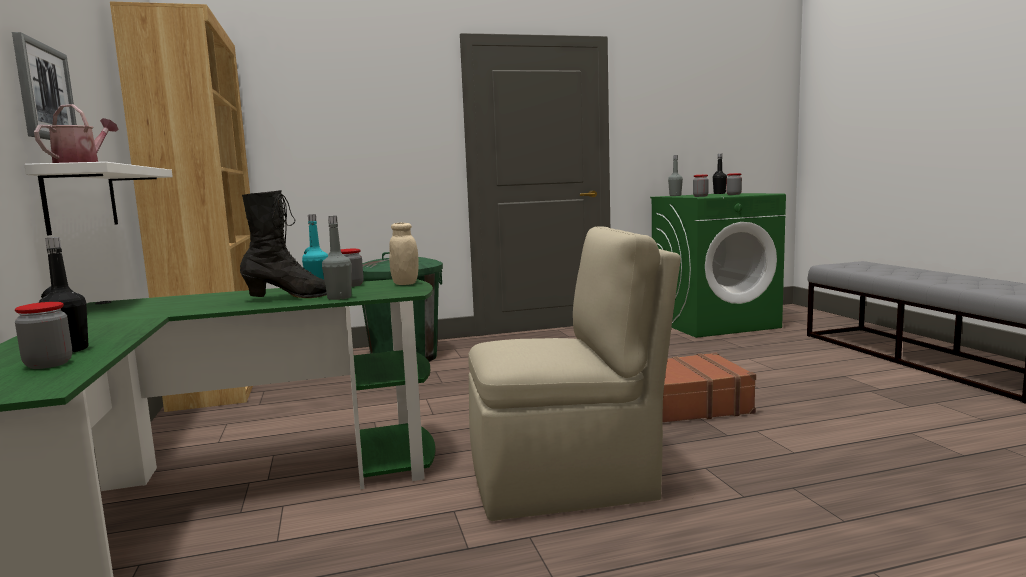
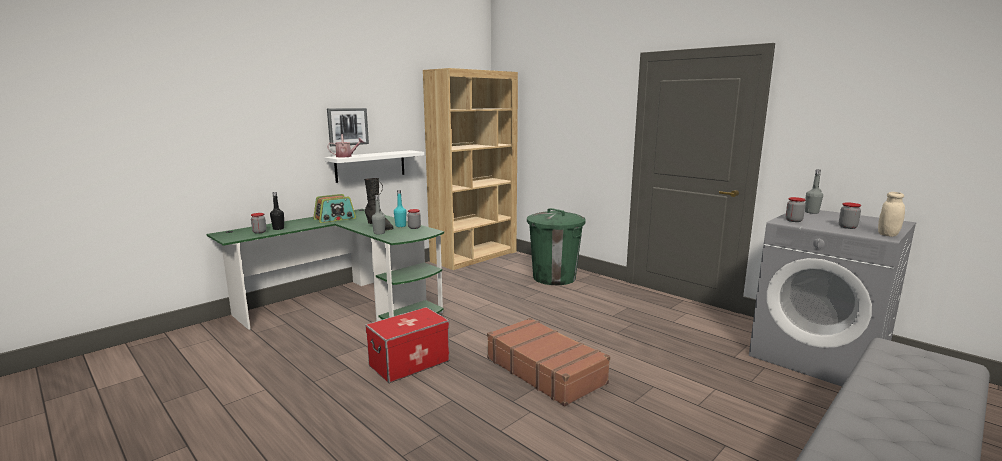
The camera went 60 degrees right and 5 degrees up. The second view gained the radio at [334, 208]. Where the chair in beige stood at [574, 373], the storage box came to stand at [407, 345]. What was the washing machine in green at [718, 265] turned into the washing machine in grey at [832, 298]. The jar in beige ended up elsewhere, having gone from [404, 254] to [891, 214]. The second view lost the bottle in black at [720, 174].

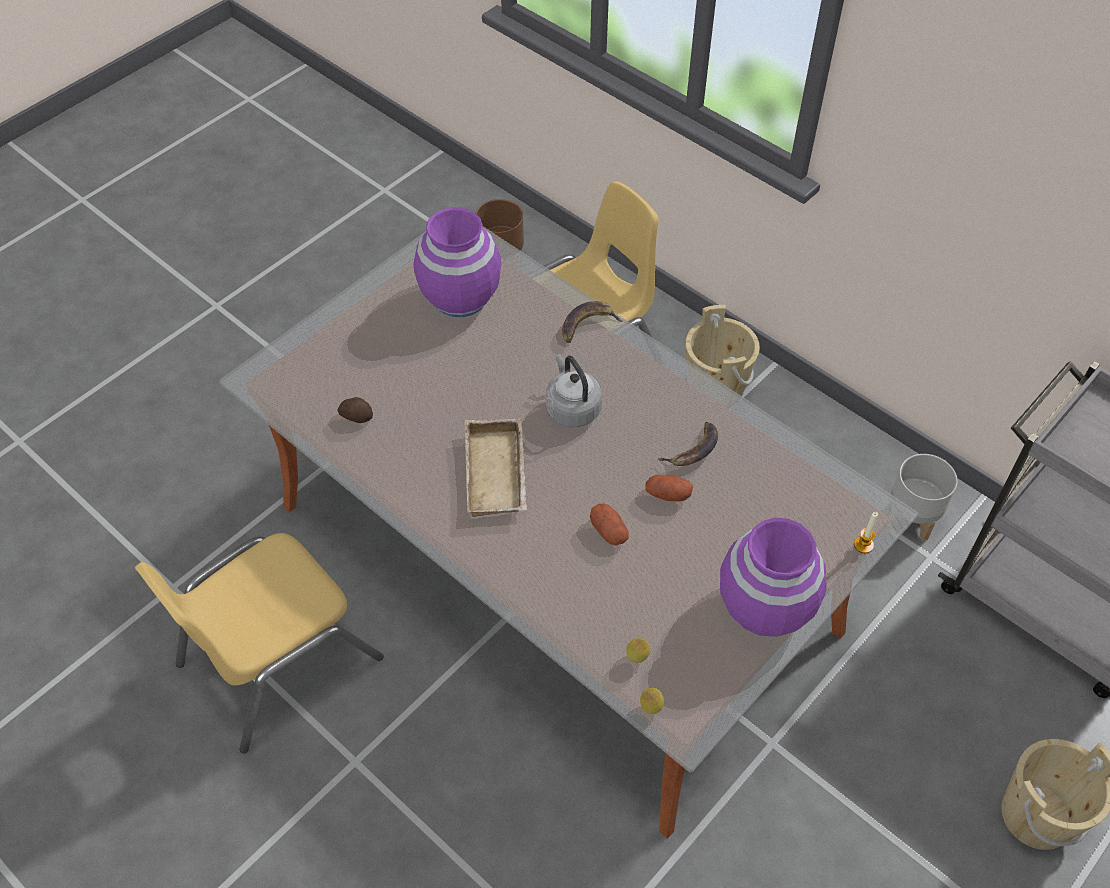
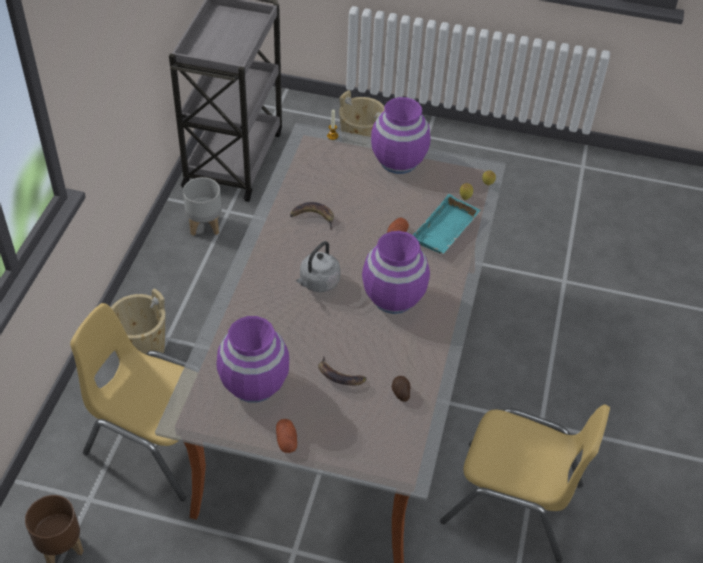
The camera went 120 degrees left and 5 degrees down. The potato ended up elsewhere, having gone from [669, 488] to [286, 436]. The banana ended up elsewhere, having gone from [592, 322] to [342, 370]. Where the tray in beige stood at [495, 467], the vase in purple came to stand at [396, 272]. The second view gained the tray in turquoise at [446, 224].

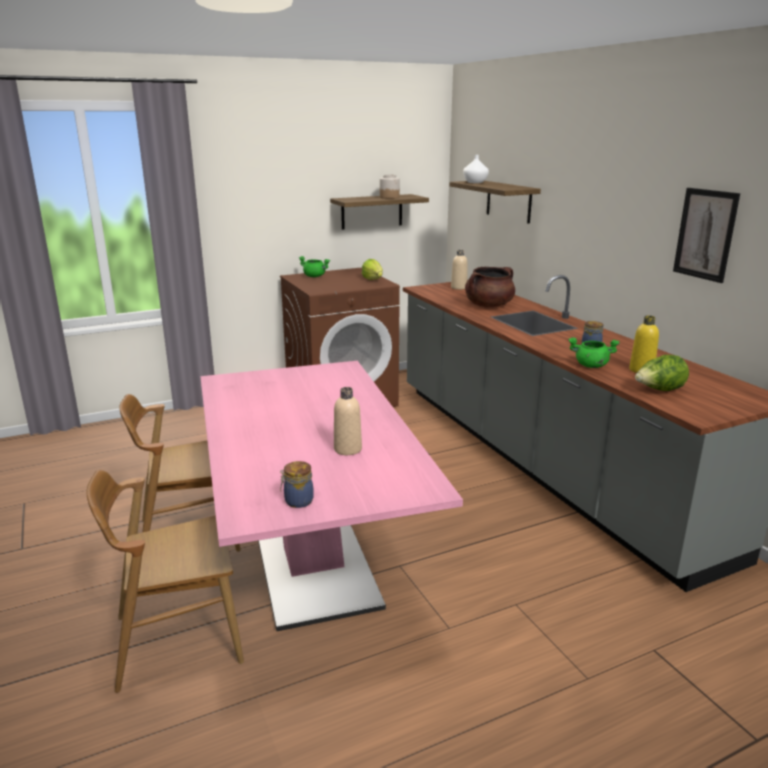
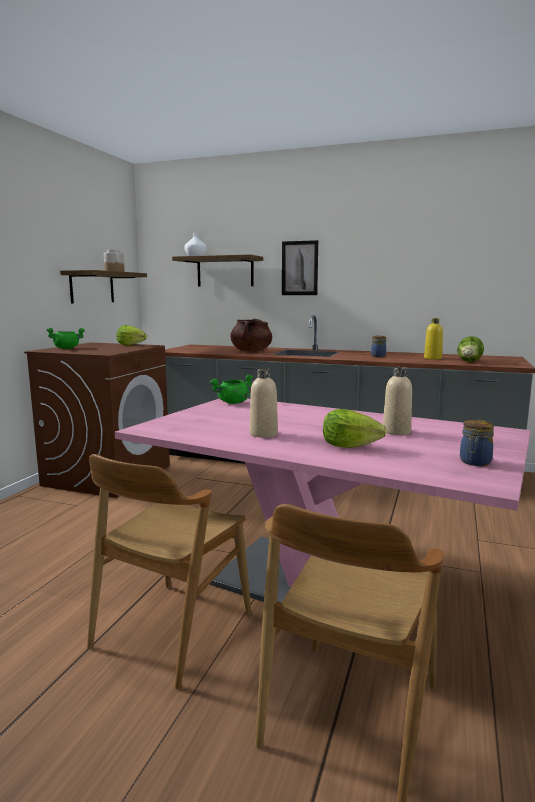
The camera went 45 degrees left and 10 degrees down. The cooking pot in green ended up elsewhere, having gone from [593, 352] to [231, 389]. The bottle in beige ended up elsewhere, having gone from [459, 270] to [264, 403]. The picture ended up elsewhere, having gone from [706, 235] to [300, 267]. The second view gained the lettuce at [355, 428].

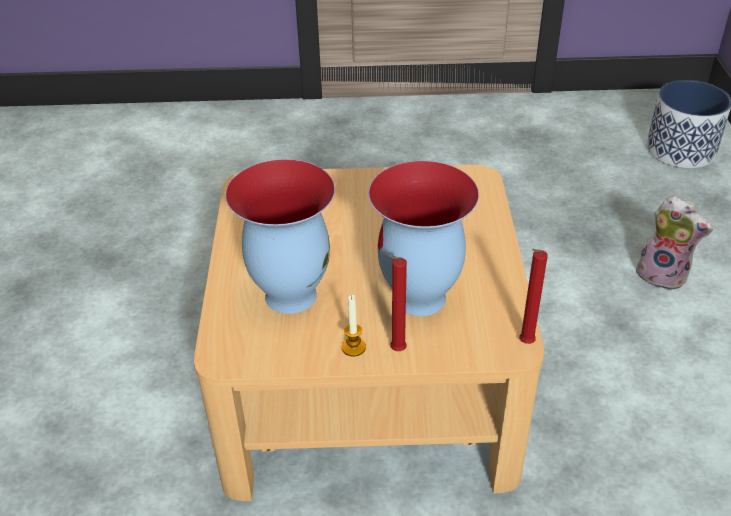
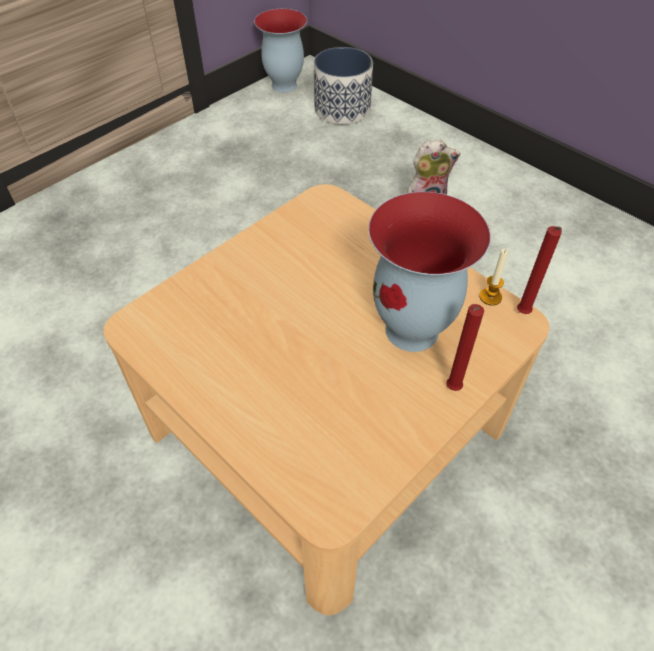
The camera went 45 degrees left and 10 degrees up. The vase ended up elsewhere, having gone from [280, 236] to [280, 51]. The candle ended up elsewhere, having gone from [354, 325] to [493, 277].

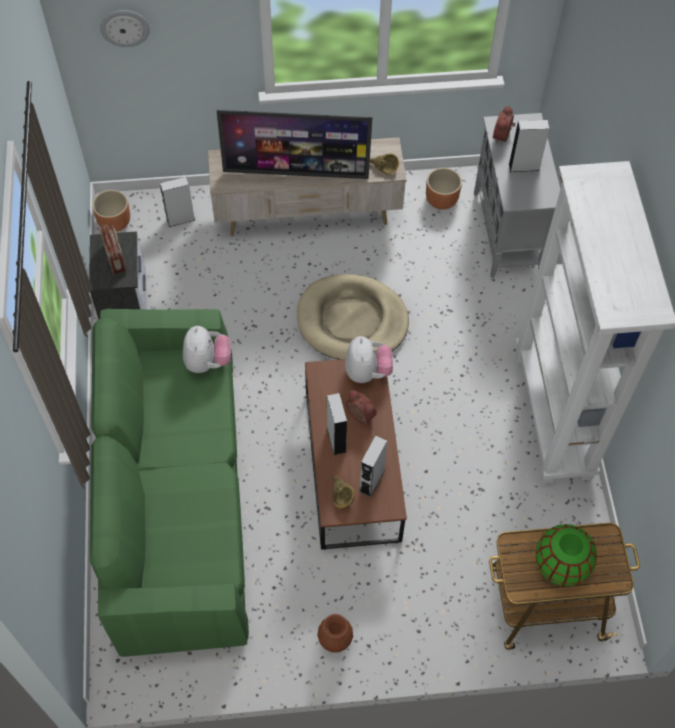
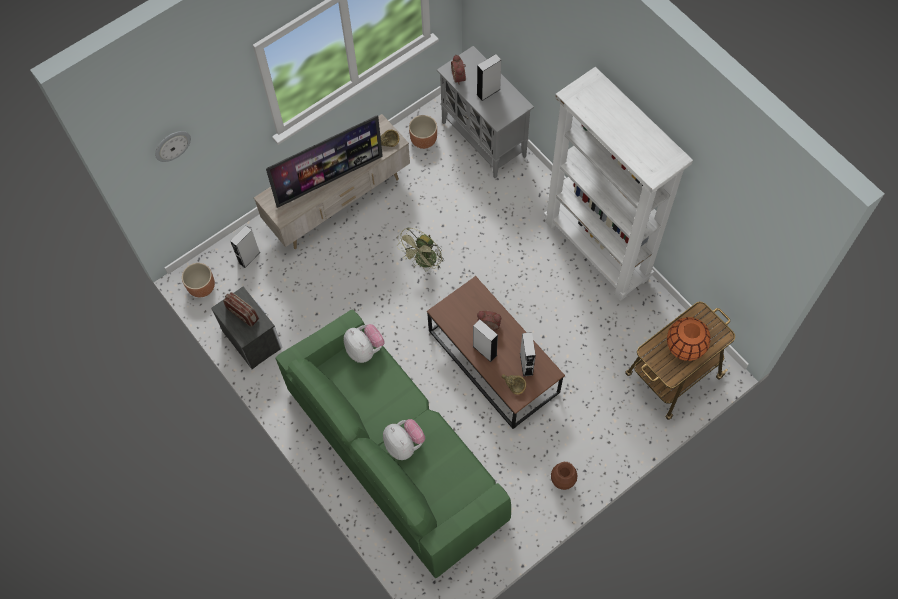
The camera went 30 degrees left and 5 degrees up. The plush toy ended up elsewhere, having gone from [369, 359] to [404, 439]. Where the dog bed in beige stood at [353, 317], the fan in green came to stand at [420, 249]. What was the vase in green at [566, 555] turned into the vase in orange at [689, 339].

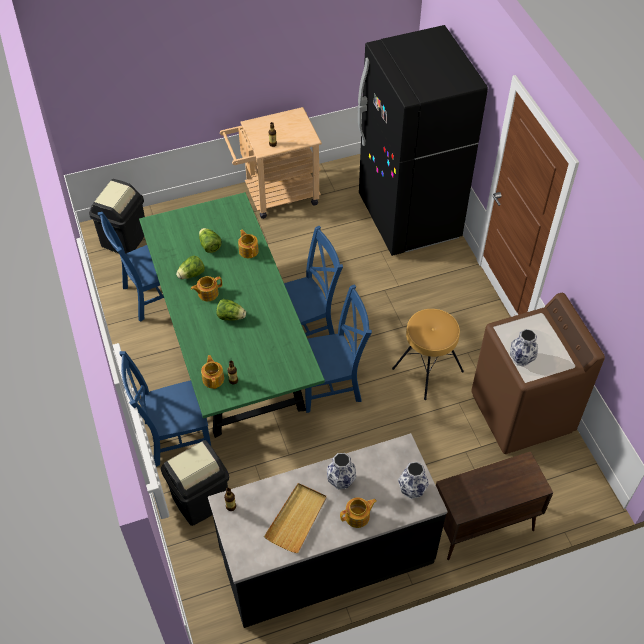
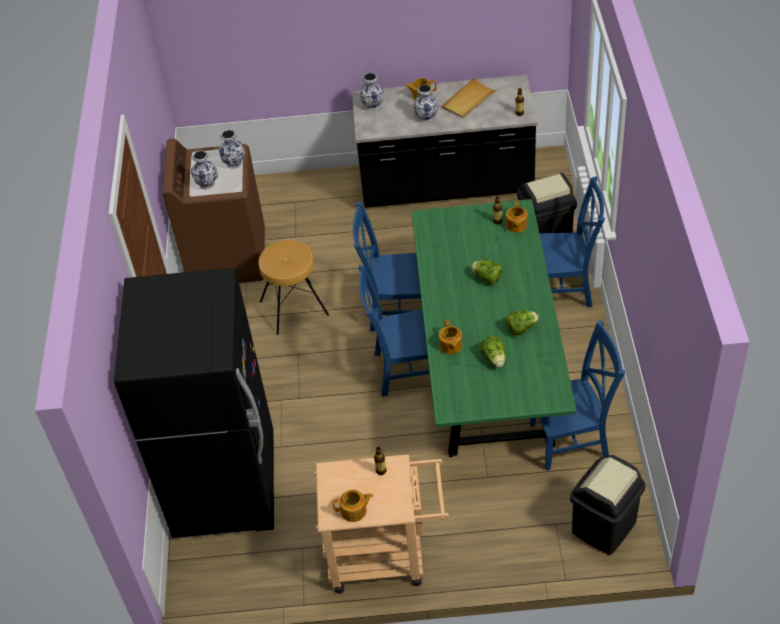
The camera went 160 degrees left and 5 degrees down. The second view gained the vase at [204, 170]. The teapot ended up elsewhere, having gone from [206, 288] to [352, 506]. The second view lost the cabinet in brown at [494, 505].

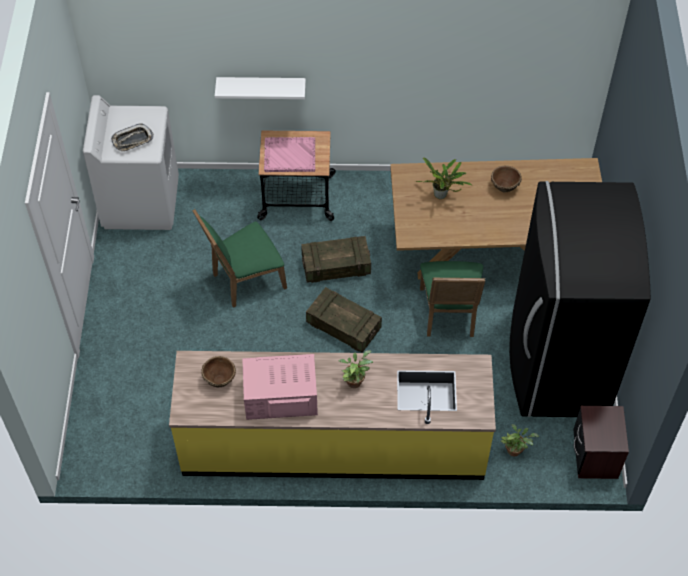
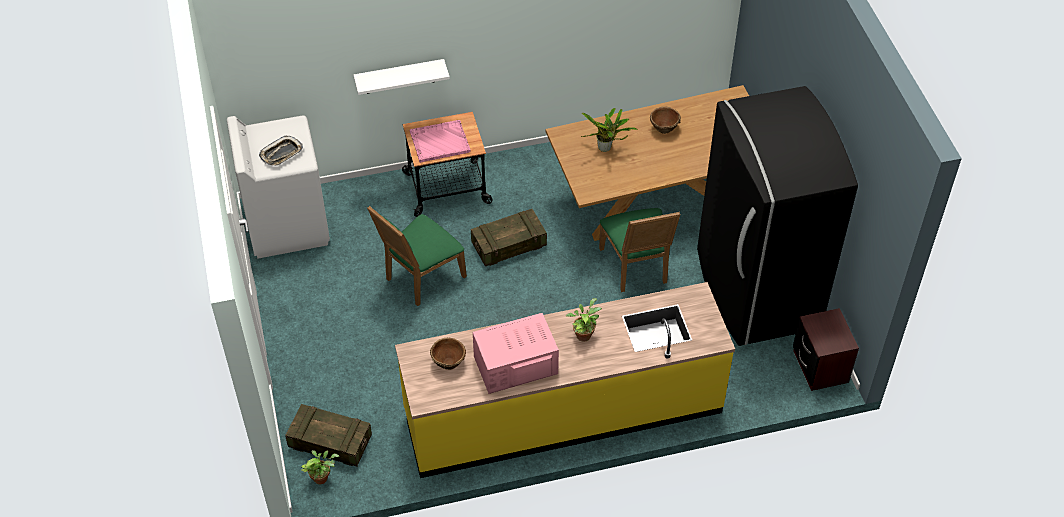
The camera went 15 degrees left and 5 degrees down. The crate ended up elsewhere, having gone from [344, 320] to [328, 435]. The potted plant ended up elsewhere, having gone from [520, 440] to [320, 467].

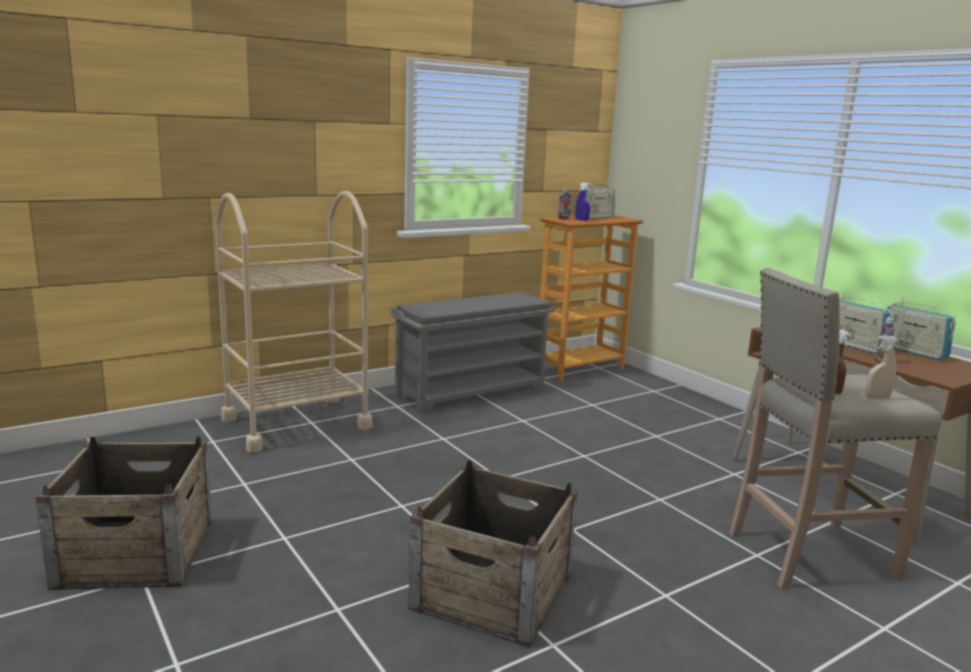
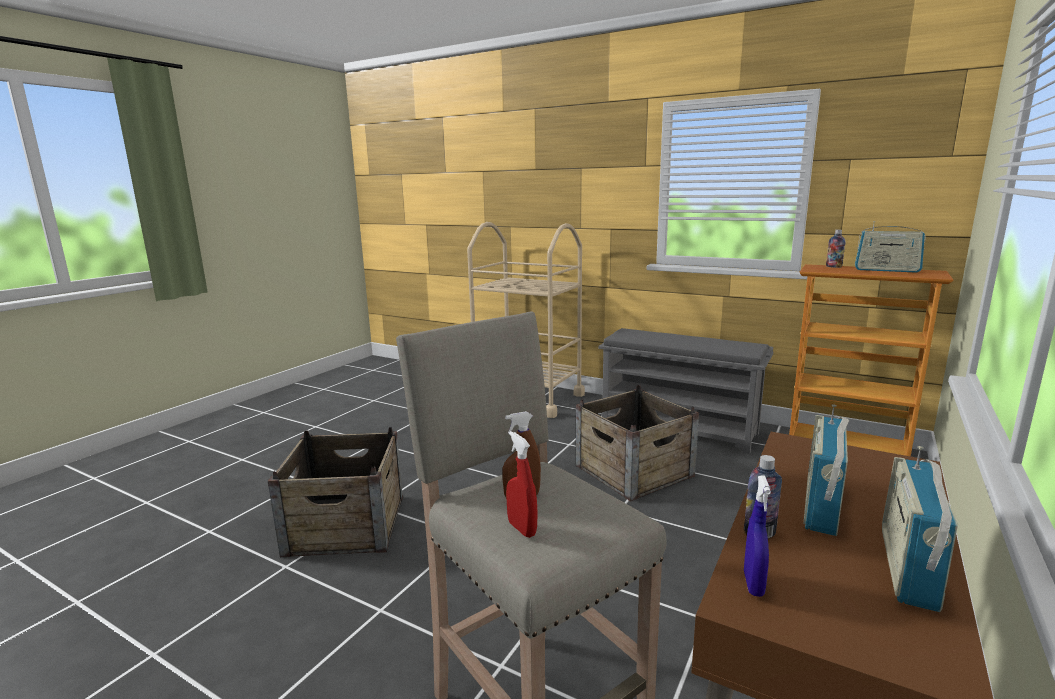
The camera went 65 degrees right and 0 degrees up. What was the spray bottle in beige at [881, 367] turned into the spray bottle in red at [521, 484]. The crate ended up elsewhere, having gone from [124, 513] to [637, 443]. The spray bottle in blue ended up elsewhere, having gone from [582, 202] to [757, 536].

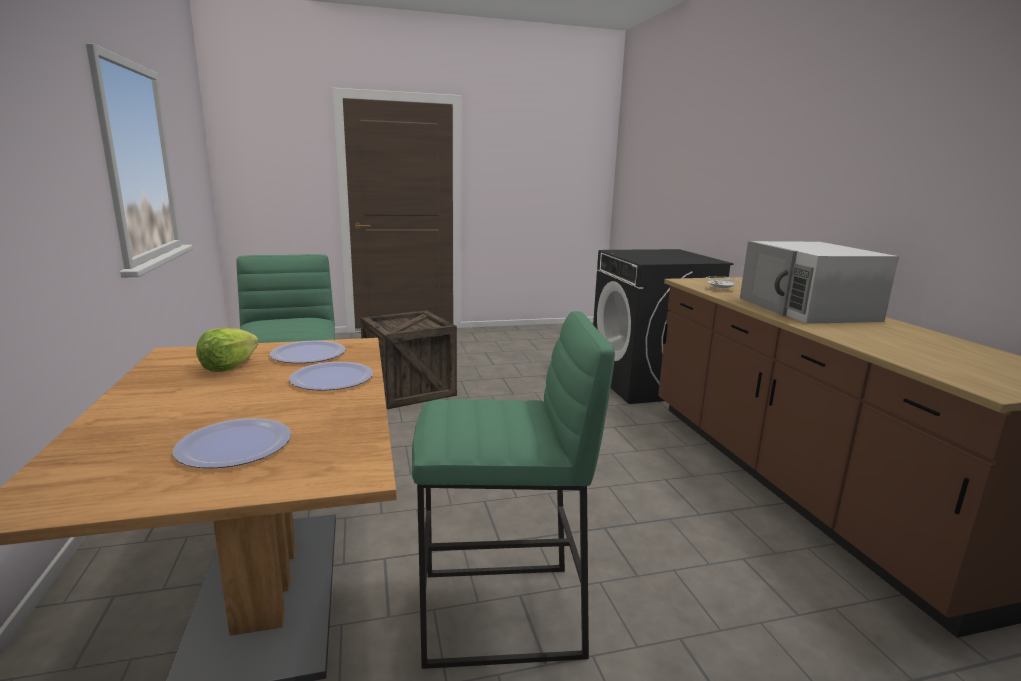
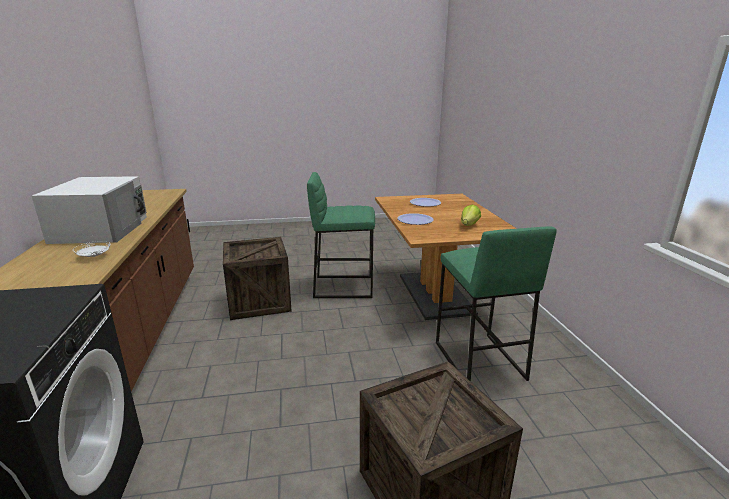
The camera went 175 degrees left and 5 degrees up. The second view gained the crate at [257, 278]. The second view lost the plate at [307, 352].

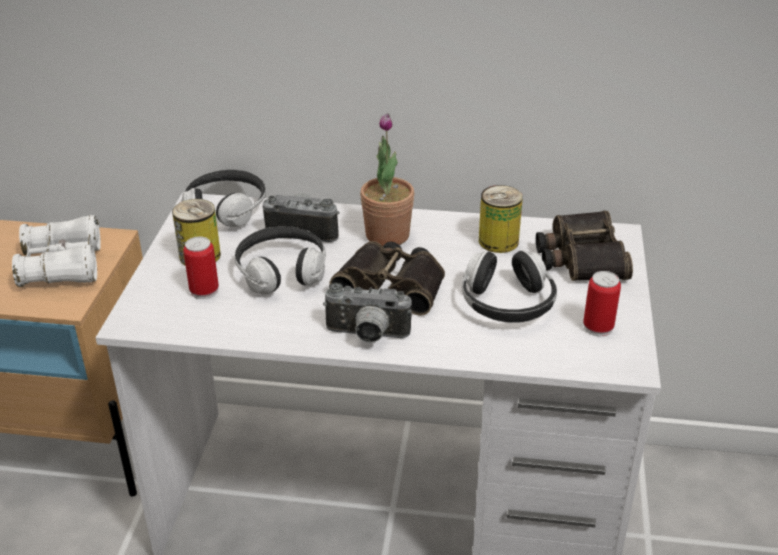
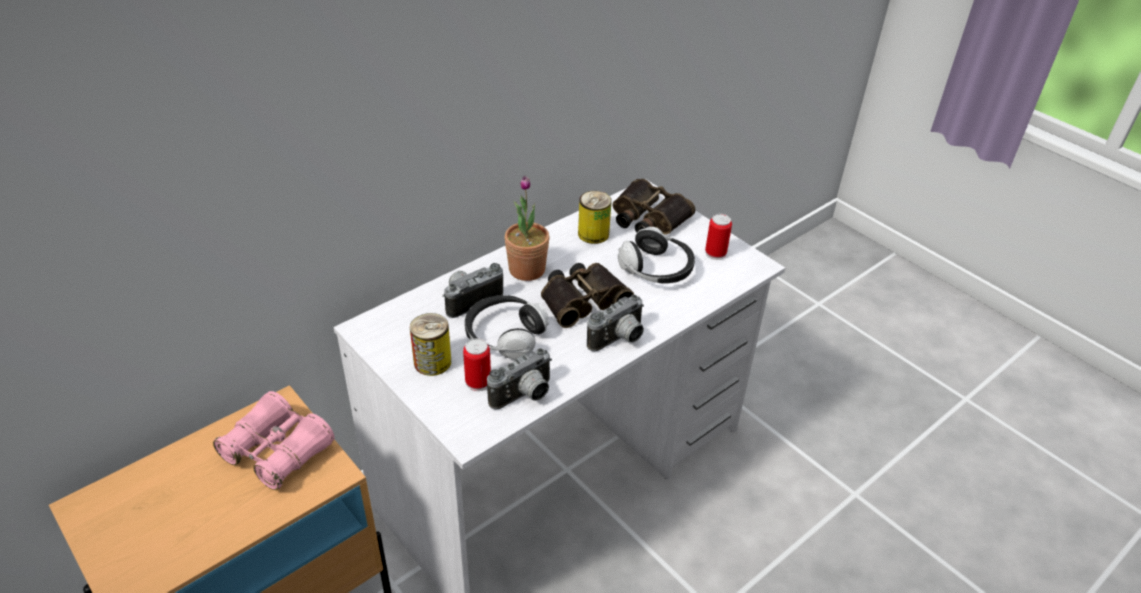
The camera went 50 degrees left and 5 degrees up. What was the binoculars in white at [56, 251] turned into the binoculars in pink at [274, 440]. The second view gained the photo camera at [519, 379]. The second view lost the headphones at [223, 198].

